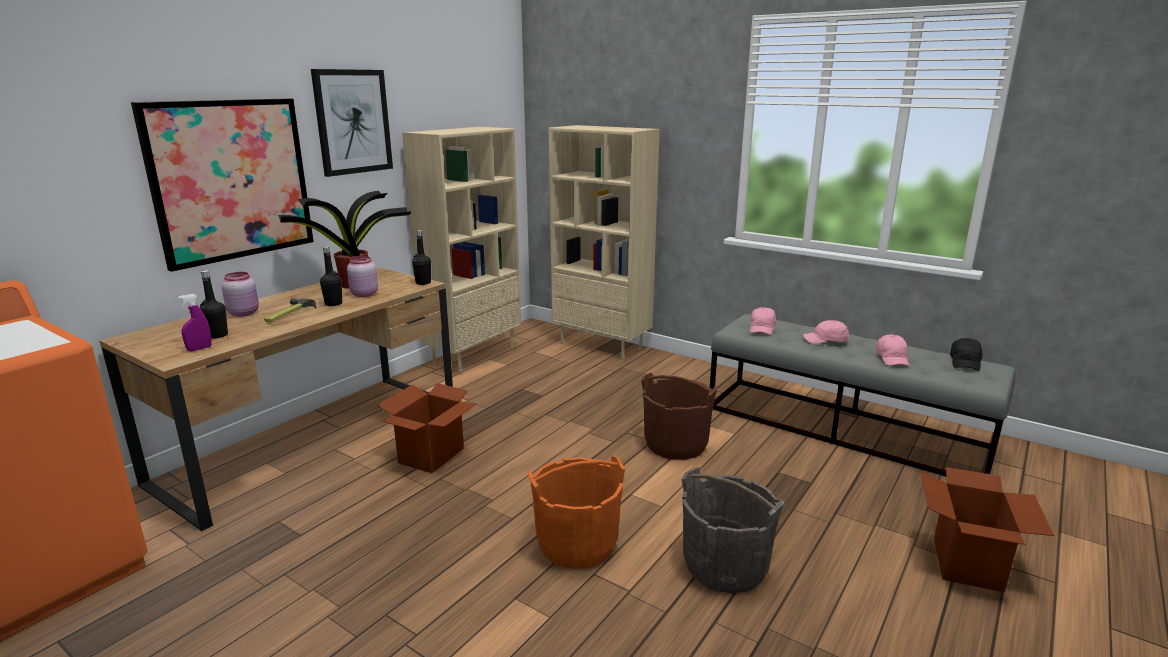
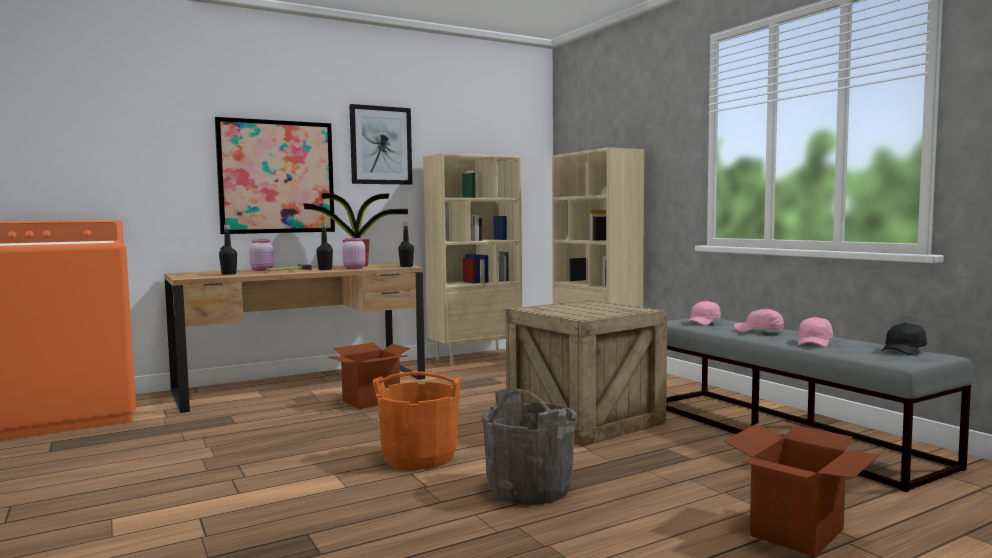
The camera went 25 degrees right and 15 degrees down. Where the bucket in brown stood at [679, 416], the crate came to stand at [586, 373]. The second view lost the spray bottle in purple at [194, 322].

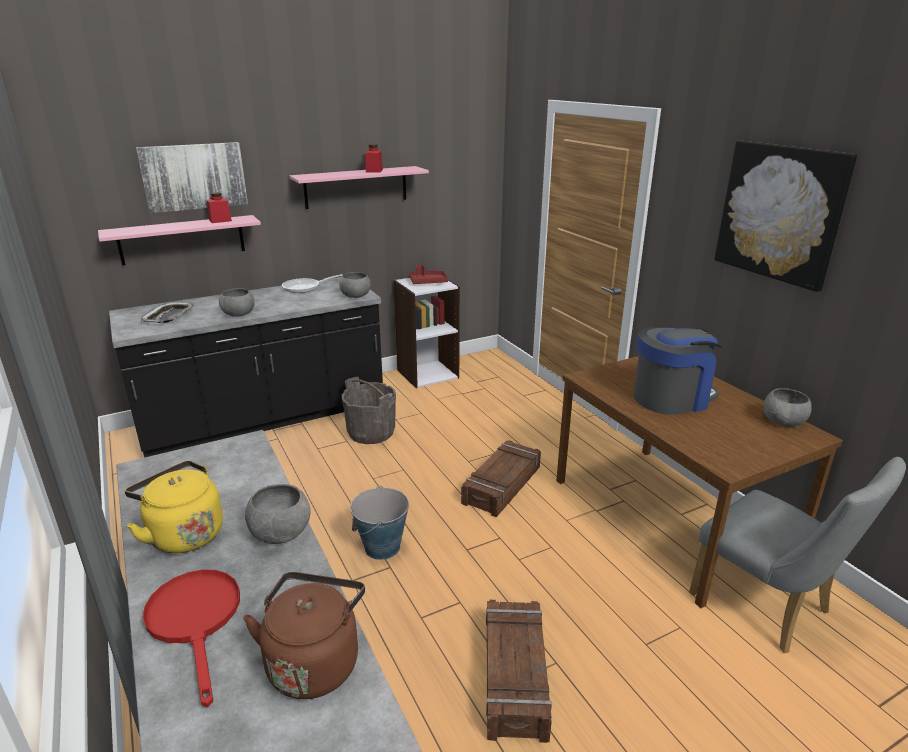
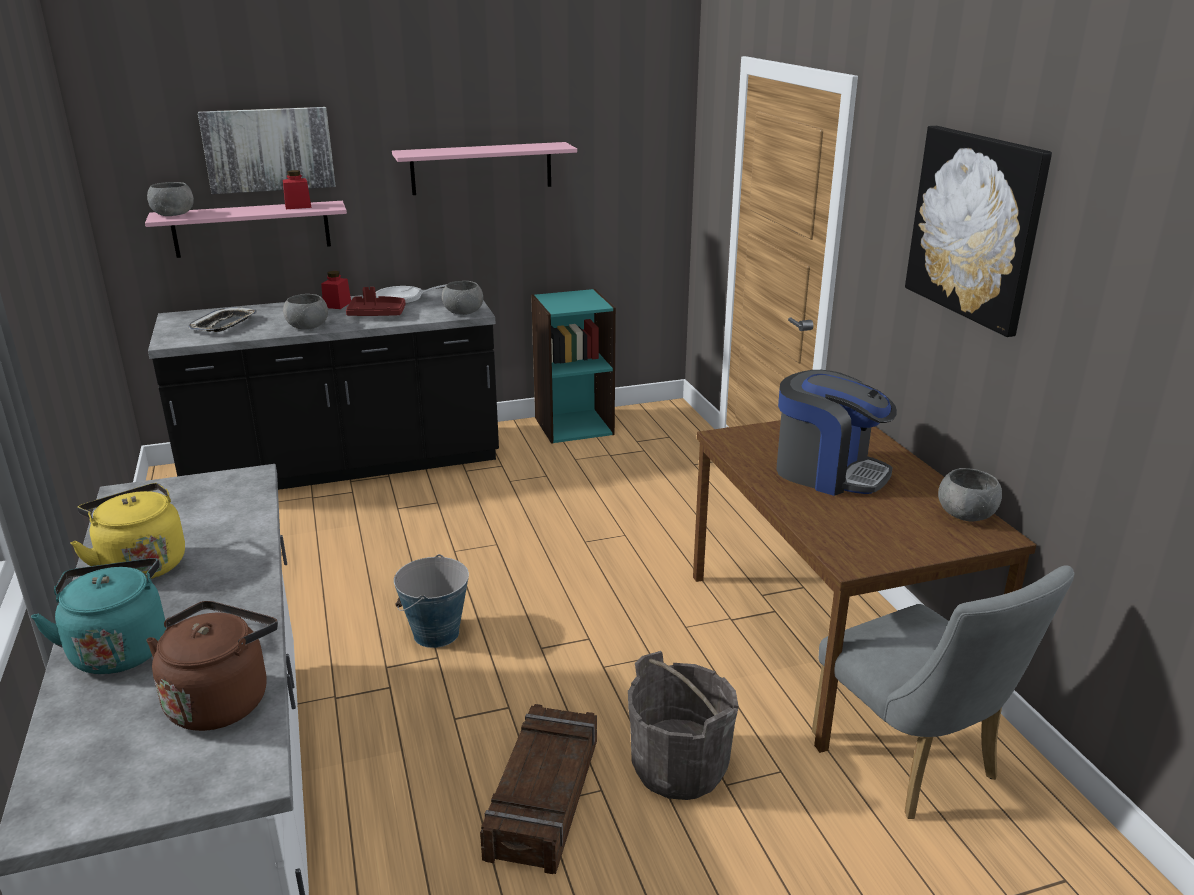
The camera went 10 degrees right and 0 degrees up. Where the frying pan in red stood at [191, 638], the kettle in turquoise came to stand at [98, 616]. The bowl in grey ended up elsewhere, having gone from [277, 514] to [170, 199]. The jar in red ended up elsewhere, having gone from [374, 158] to [336, 290]. The tray in red ended up elsewhere, having gone from [428, 274] to [376, 301]. What was the bookcase in white at [426, 333] turned into the bookcase in turquoise at [573, 366]. The bucket in grey ended up elsewhere, having gone from [369, 410] to [683, 725]. The coffee machine at [678, 371] ended up facing another way, 45 degrees clockwise from before. The second view lost the crate at [501, 478].

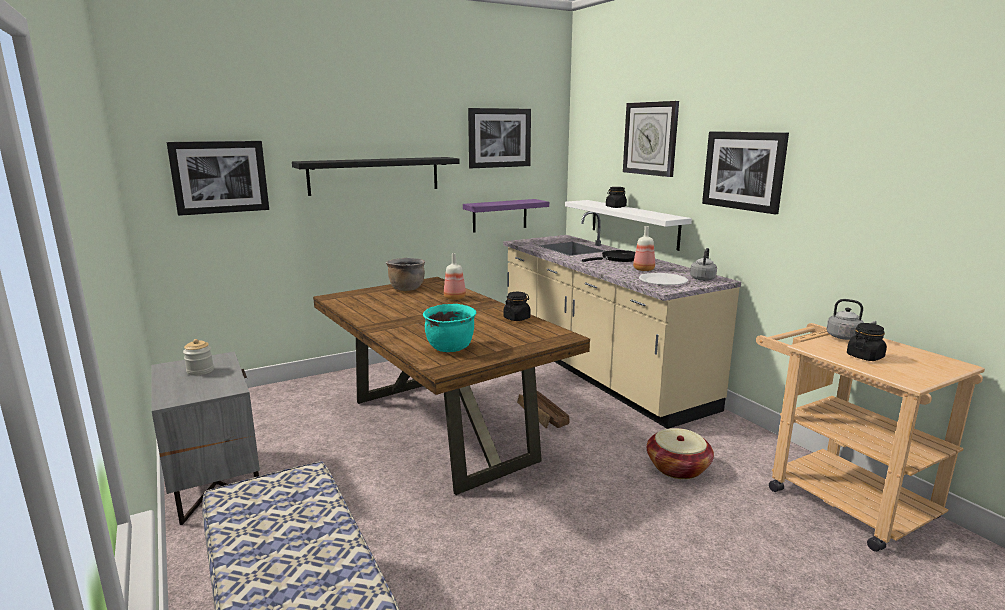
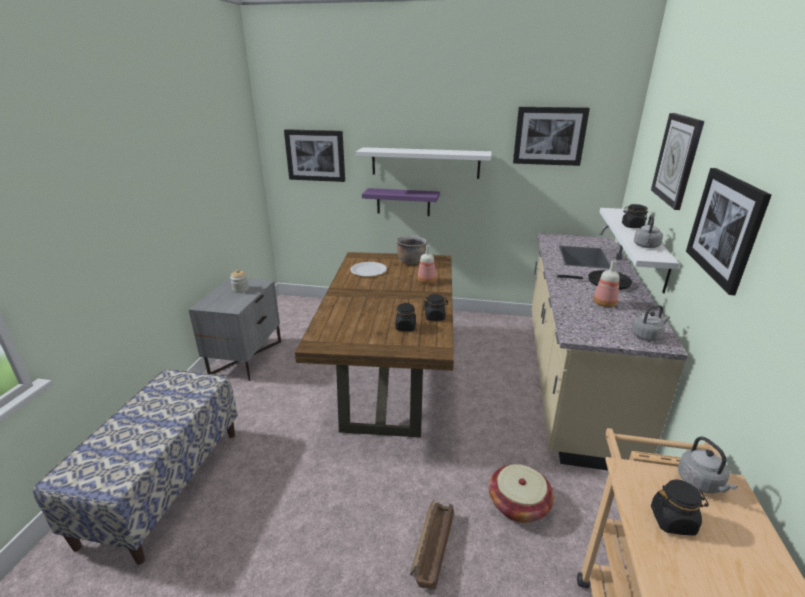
The camera went 40 degrees right and 10 degrees up. The plate in white ended up elsewhere, having gone from [663, 279] to [368, 269]. What was the shelf in black at [376, 176] turned into the shelf in white at [424, 163]. The shelf in purple ended up elsewhere, having gone from [506, 216] to [401, 202]. The second view gained the jar in black at [405, 317]. The crate ended up elsewhere, having gone from [543, 409] to [432, 544]. The second view gained the kettle in grey at [648, 231]. The second view lost the cooking pot in turquoise at [449, 328].

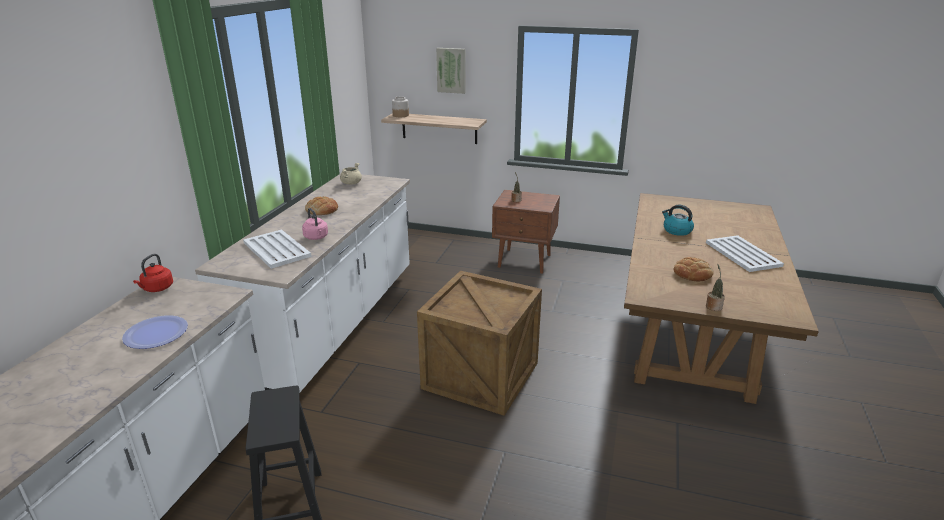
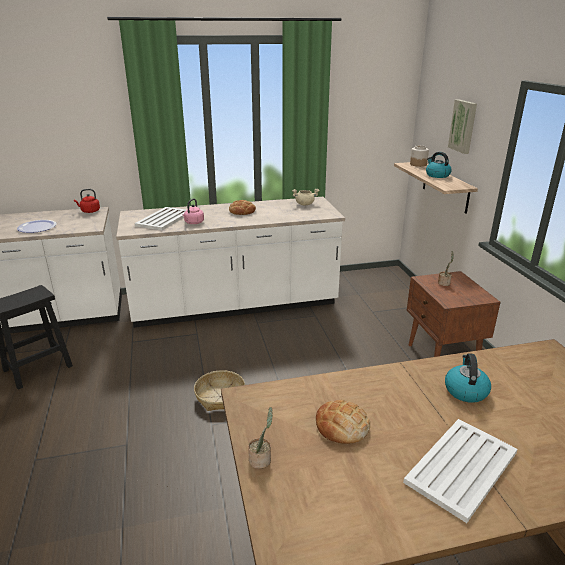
The camera went 60 degrees right and 0 degrees up. Where the crate stood at [479, 343], the basket came to stand at [219, 390]. The second view gained the kettle at [439, 165].

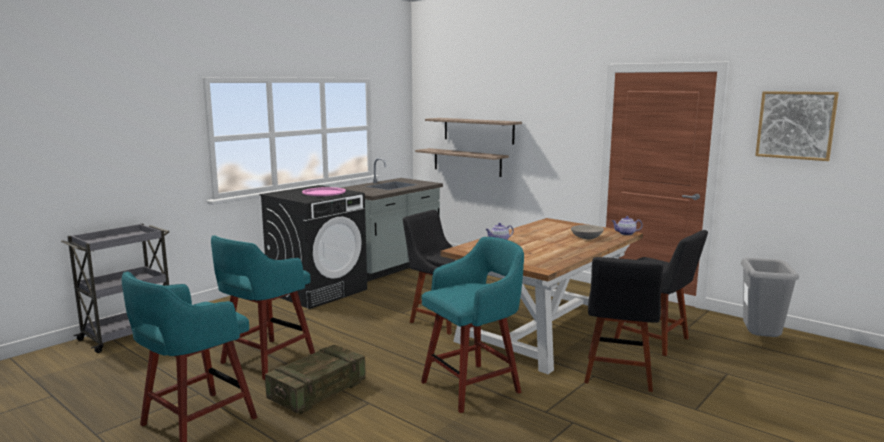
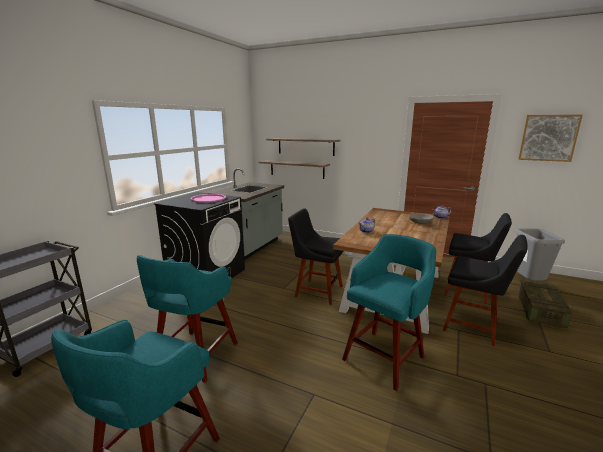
The camera went 15 degrees left and 5 degrees up. The chair in black at [623, 324] ended up facing another way, 60 degrees counterclockwise from before. The crate ended up elsewhere, having gone from [315, 379] to [545, 304].

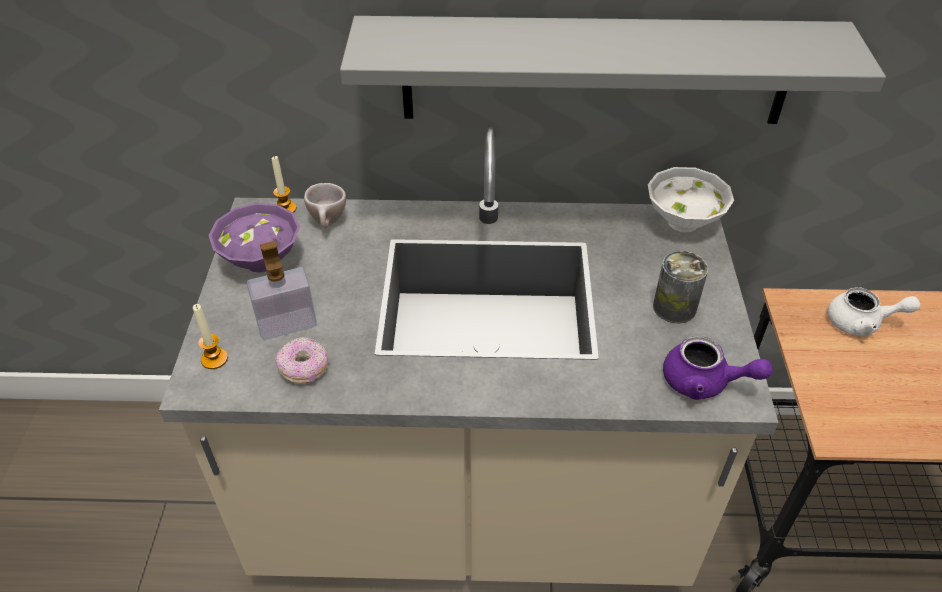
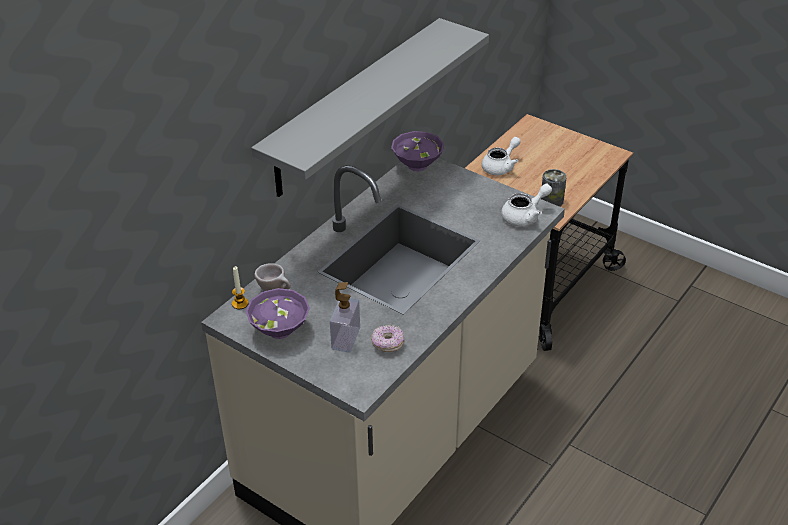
The camera went 55 degrees left and 5 degrees down. What was the bowl in white at [691, 199] turned into the bowl in purple at [417, 151]. What was the teapot in purple at [718, 368] turned into the teapot in white at [526, 205]. The can ended up elsewhere, having gone from [680, 287] to [554, 188]. The second view lost the candle at [210, 336].

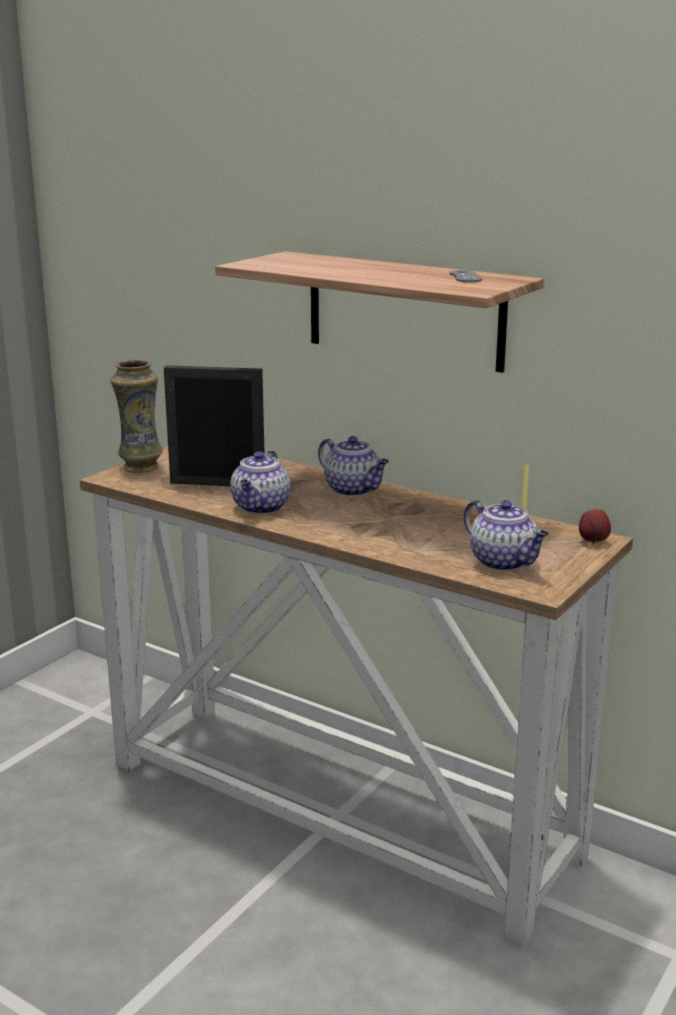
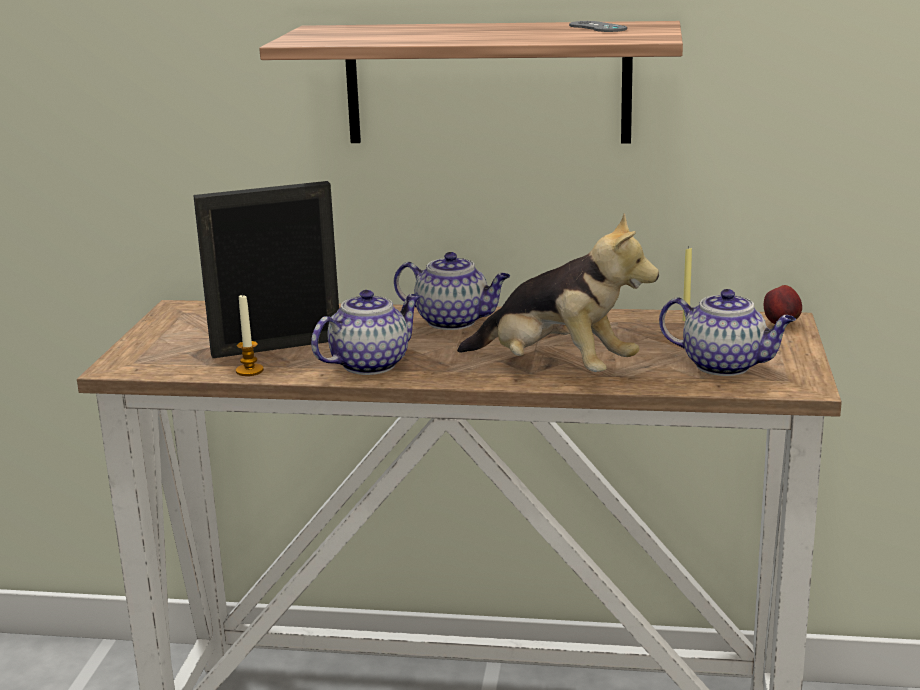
The camera went 25 degrees left and 0 degrees up. The second view gained the candle at [250, 334]. The teapot at [260, 482] ended up facing another way, 120 degrees counterclockwise from before. The second view gained the plush toy at [558, 293]. The second view lost the vase at [136, 416].

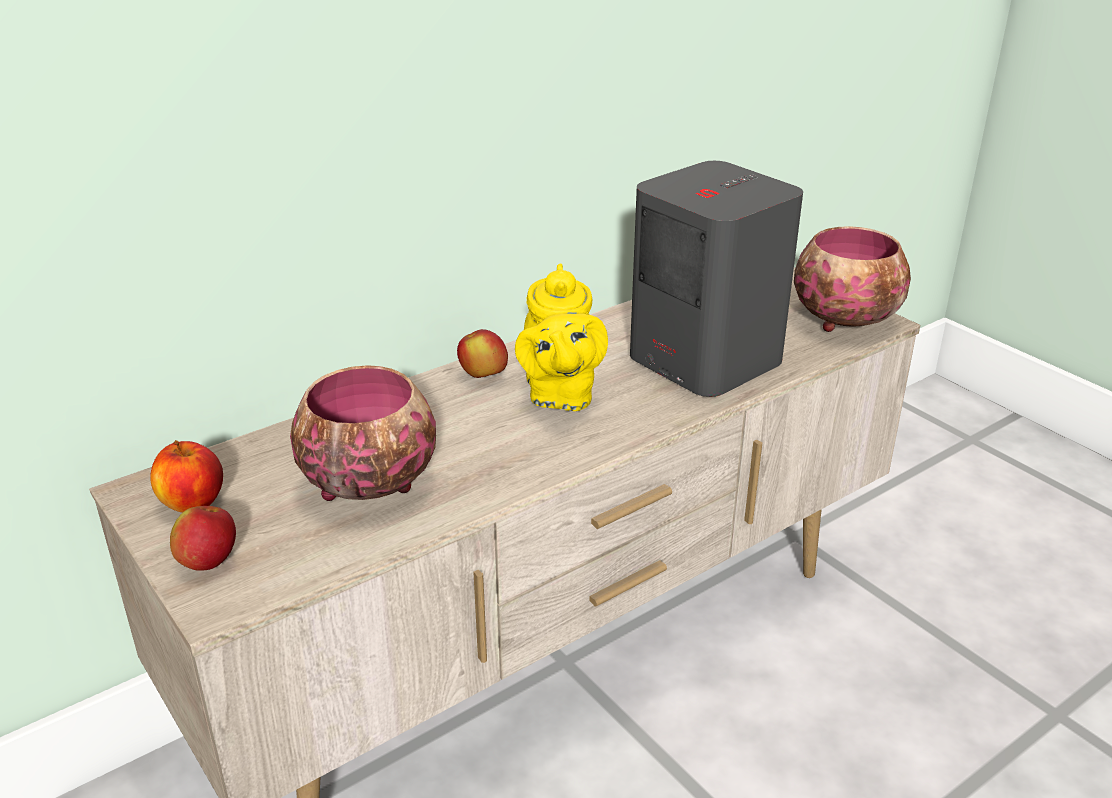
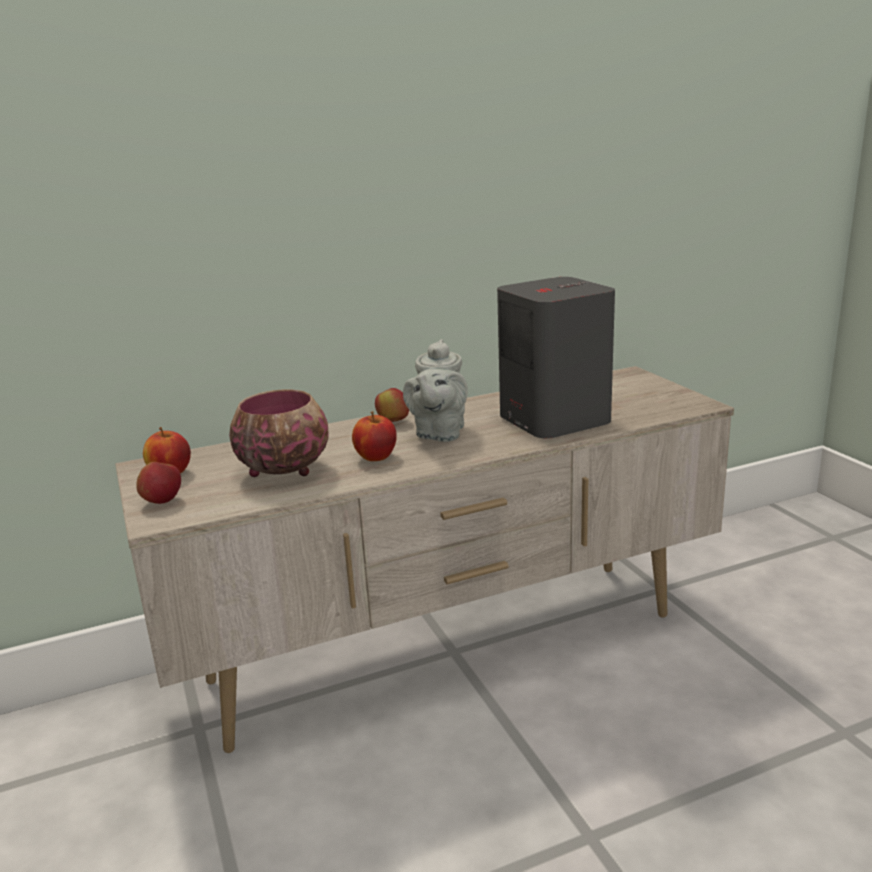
The camera went 15 degrees right and 10 degrees down. The second view gained the apple at [374, 436]. What was the teapot in yellow at [561, 337] turned into the teapot in grey at [435, 390]. The second view lost the bowl at [852, 279].

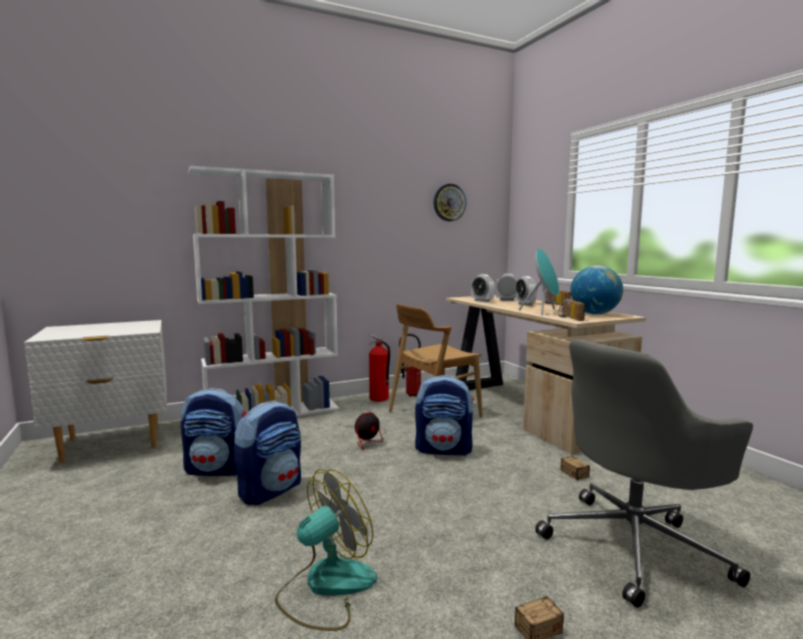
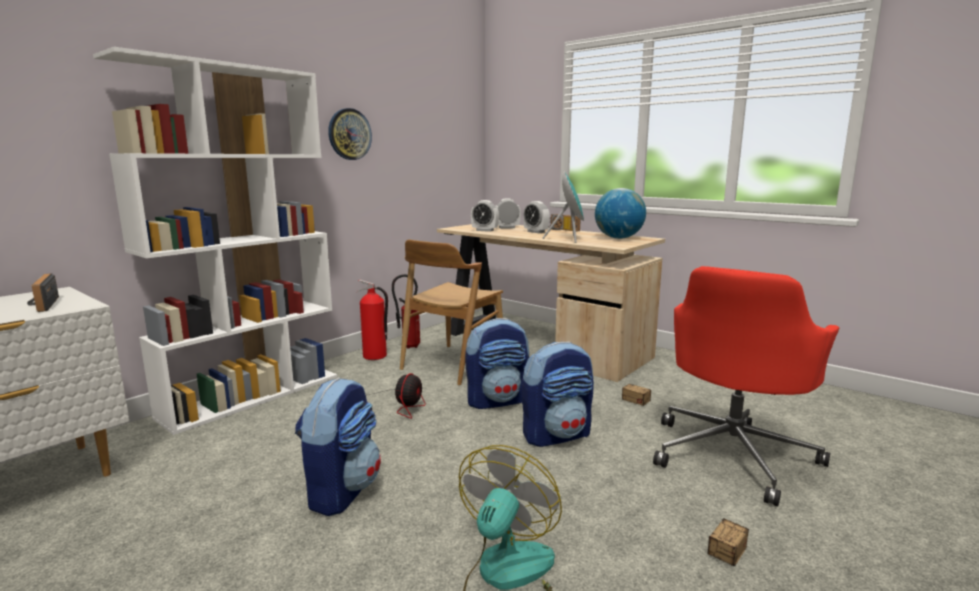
The camera went 25 degrees left and 5 degrees up. The radio ended up elsewhere, having gone from [571, 310] to [43, 292]. The wall clock ended up elsewhere, having gone from [449, 202] to [350, 134]. The backpack ended up elsewhere, having gone from [214, 432] to [558, 394]. What was the office chair in grey at [644, 473] turned into the office chair in red at [746, 386].

